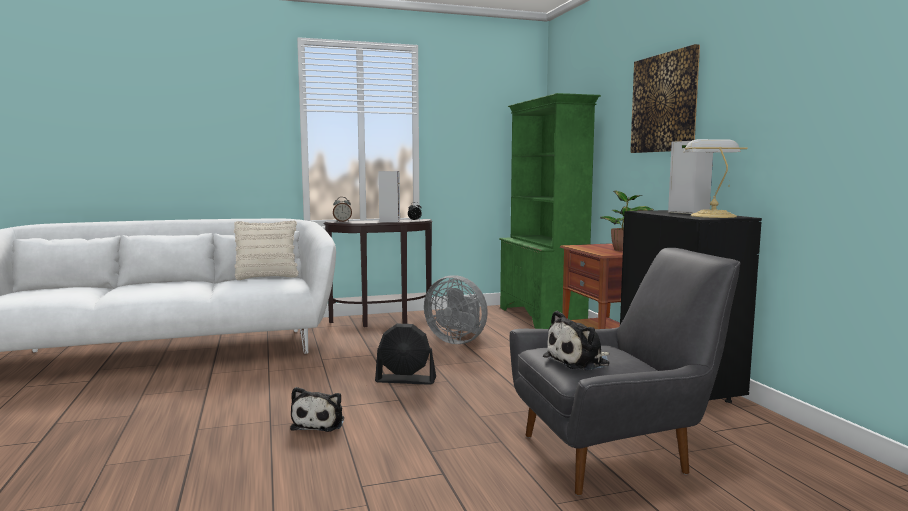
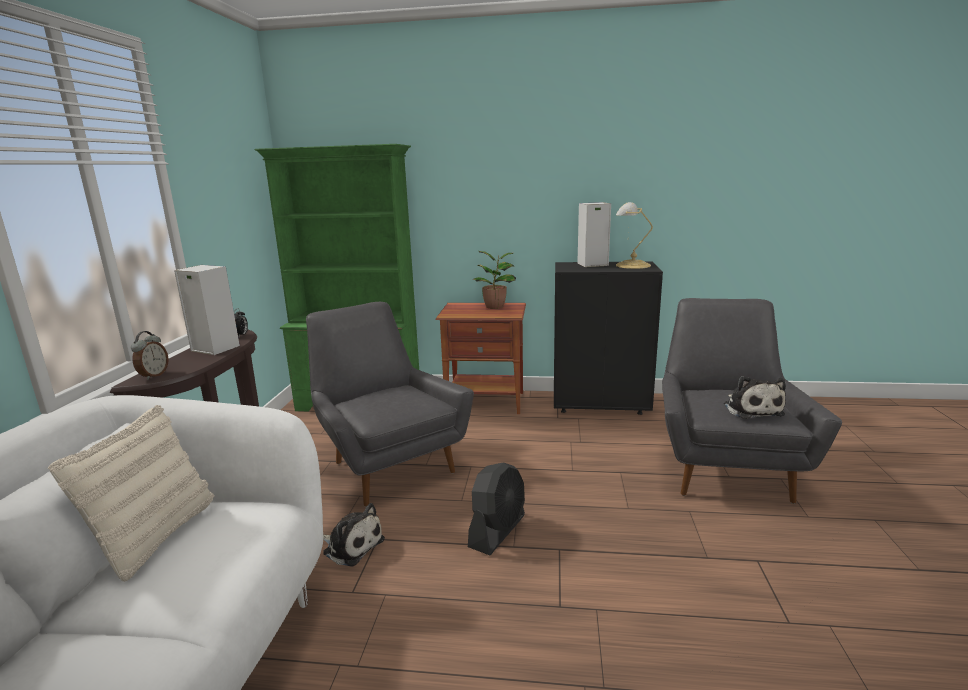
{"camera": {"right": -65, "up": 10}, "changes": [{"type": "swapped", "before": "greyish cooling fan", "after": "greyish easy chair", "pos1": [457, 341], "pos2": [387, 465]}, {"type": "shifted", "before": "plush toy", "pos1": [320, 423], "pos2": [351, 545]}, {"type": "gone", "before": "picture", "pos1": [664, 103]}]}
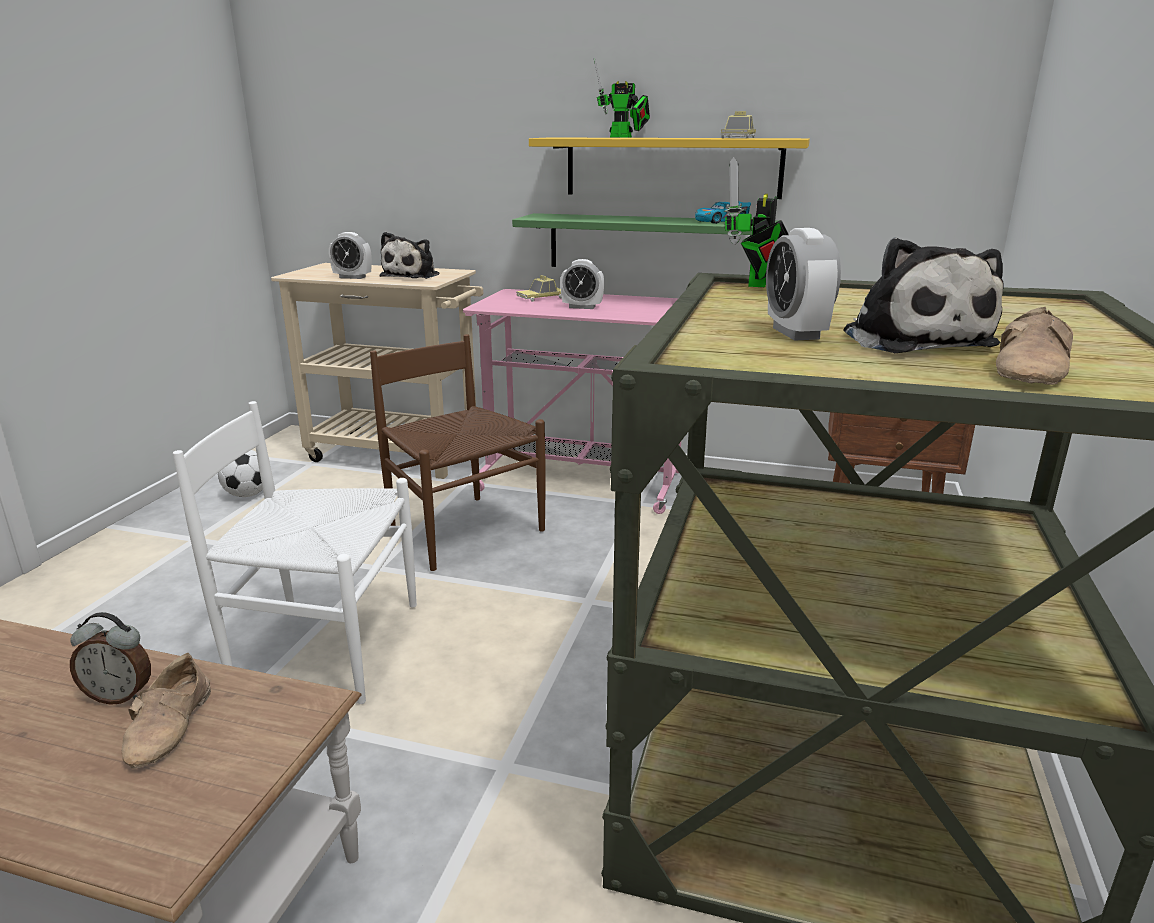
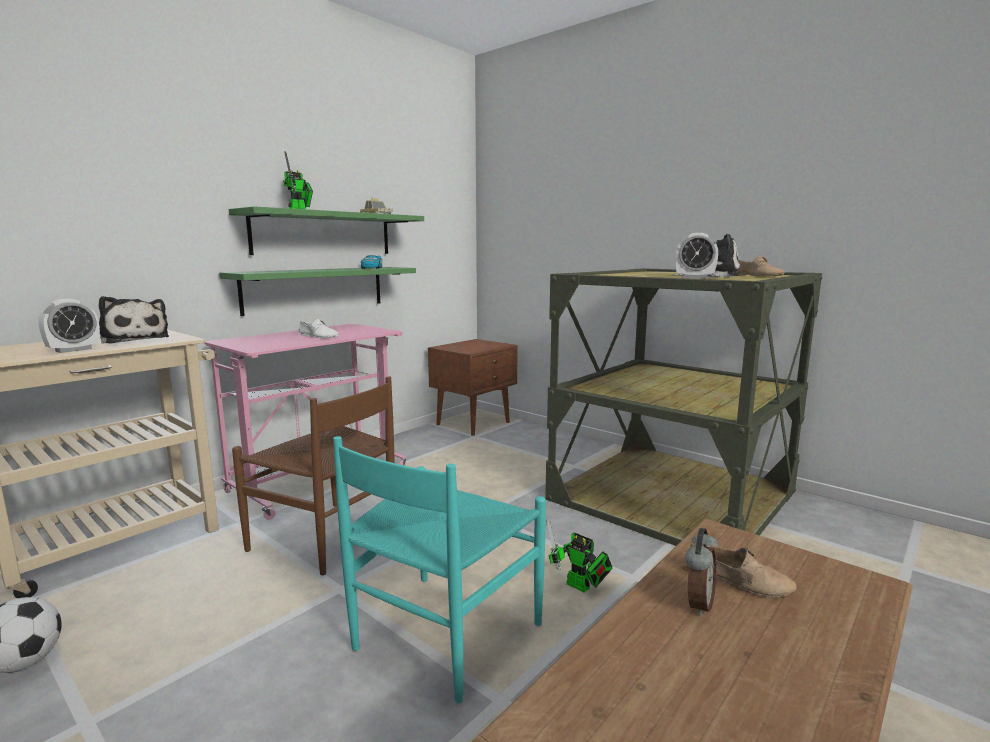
{"camera": {"right": -65, "up": -10}, "changes": [{"type": "repainted", "before": "yellow bracket shelf", "after": "greenish bracket shelf", "pos1": [672, 167], "pos2": [324, 234]}, {"type": "rotated", "before": "brown chair", "pos1": [461, 530], "pos2": [327, 539], "turn": -135}, {"type": "swapped", "before": "bedside clock", "after": "whitish shoe", "pos1": [582, 307], "pos2": [319, 336]}, {"type": "repainted", "before": "whitish chair", "after": "blue-green chair", "pos1": [324, 646], "pos2": [443, 635]}, {"type": "shifted", "before": "model robot", "pos1": [757, 285], "pos2": [581, 587]}, {"type": "gone", "before": "miniature car", "pos1": [541, 298]}]}
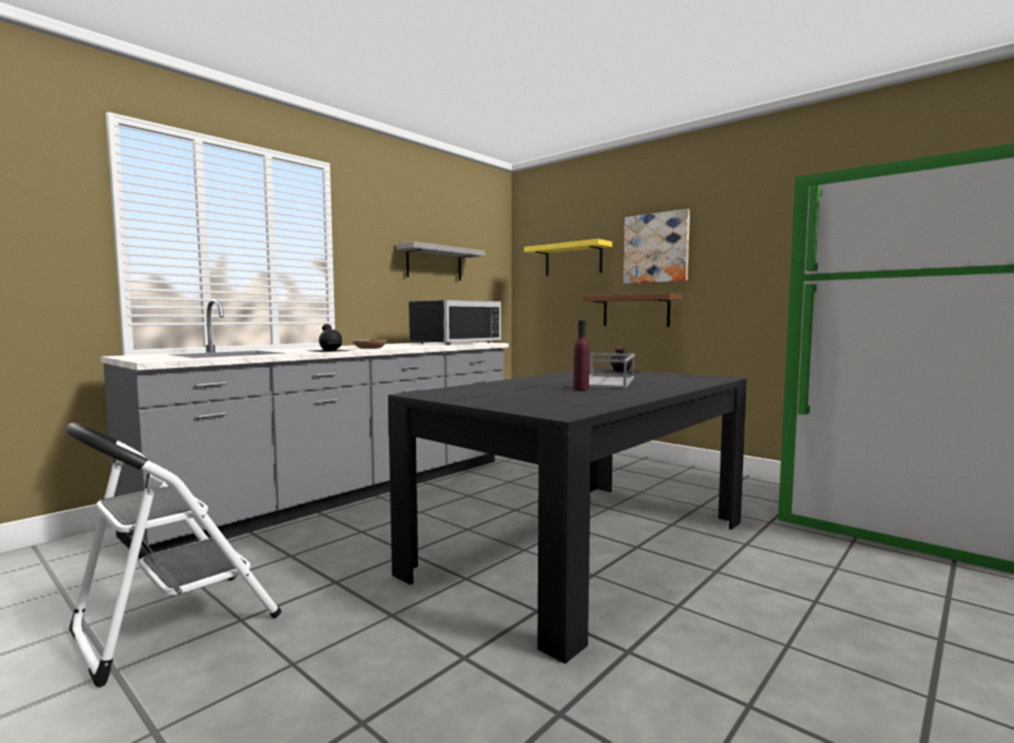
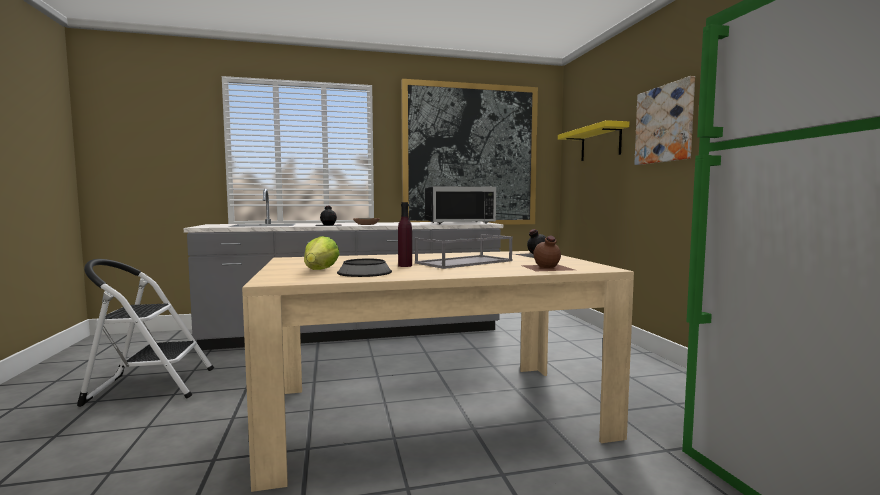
{"camera": {"right": 35, "up": 0}, "changes": [{"type": "repainted", "before": "black-coloured dinner table", "after": "sand-coloured dinner table", "pos1": [586, 546], "pos2": [433, 414]}, {"type": "new", "after": "lettuce", "pos2": [320, 270]}, {"type": "new", "after": "serving bowl", "pos2": [365, 272]}, {"type": "swapped", "before": "greyish bracket shelf", "after": "picture", "pos1": [434, 263], "pos2": [469, 155]}, {"type": "new", "after": "brown beverage bottle", "pos2": [547, 267]}, {"type": "gone", "before": "brown bracket shelf", "pos1": [635, 310]}]}
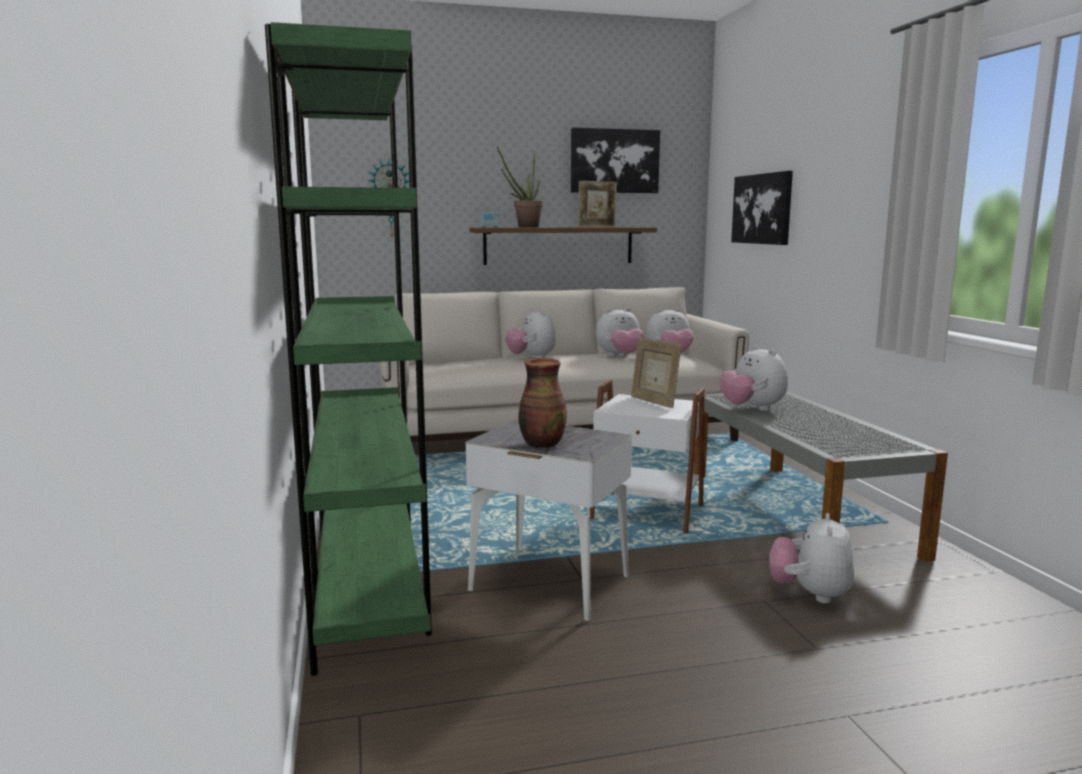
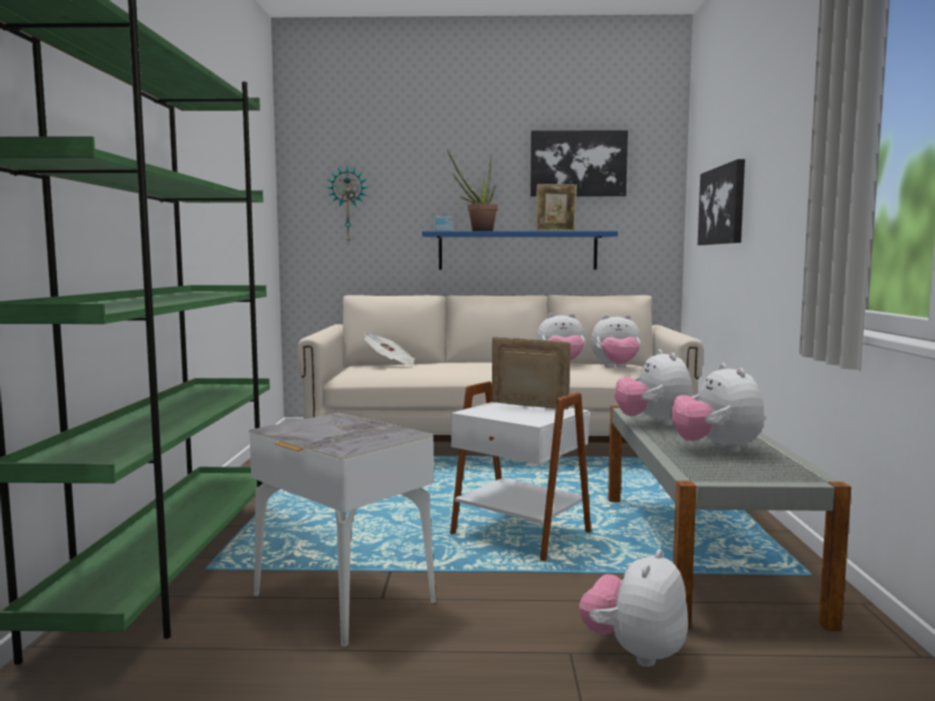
{"camera": {"right": 15, "up": -5}, "changes": [{"type": "new", "after": "printed paper", "pos2": [390, 364]}, {"type": "repainted", "before": "brown bracket shelf", "after": "blue bracket shelf", "pos1": [558, 245], "pos2": [517, 251]}, {"type": "rotated", "before": "picture frame", "pos1": [654, 402], "pos2": [529, 408], "turn": 120}, {"type": "shifted", "before": "plush toy", "pos1": [531, 358], "pos2": [716, 449]}, {"type": "gone", "before": "vase", "pos1": [541, 444]}]}
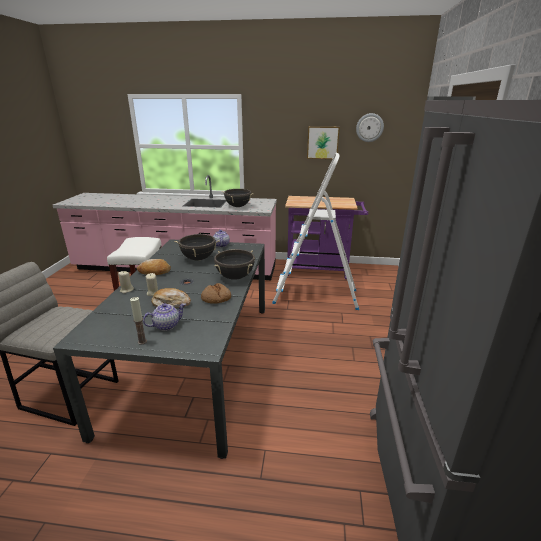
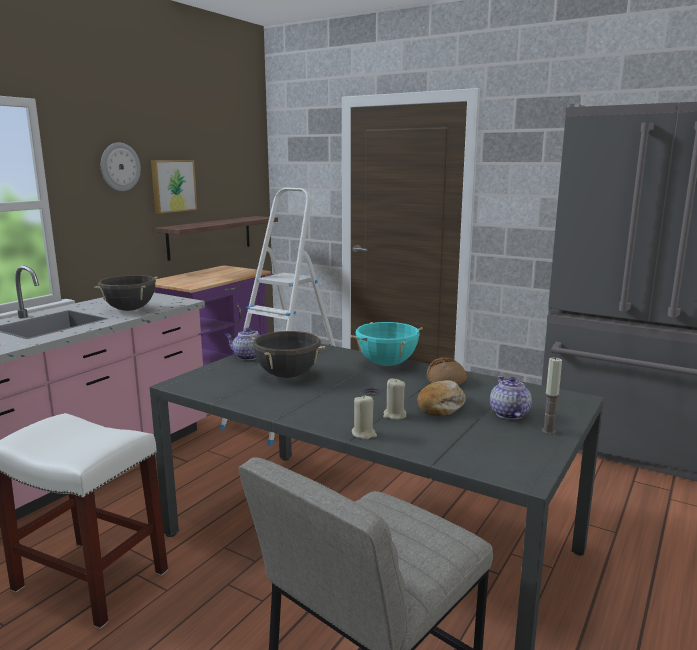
{"camera": {"right": -65, "up": -10}, "changes": [{"type": "shifted", "before": "clock on the wall", "pos1": [369, 127], "pos2": [120, 167]}, {"type": "new", "after": "bracket shelf", "pos2": [210, 237]}, {"type": "repainted", "before": "black-coloured saucepot", "after": "blue-green saucepot", "pos1": [235, 277], "pos2": [387, 364]}, {"type": "gone", "before": "baked bread", "pos1": [154, 272]}]}
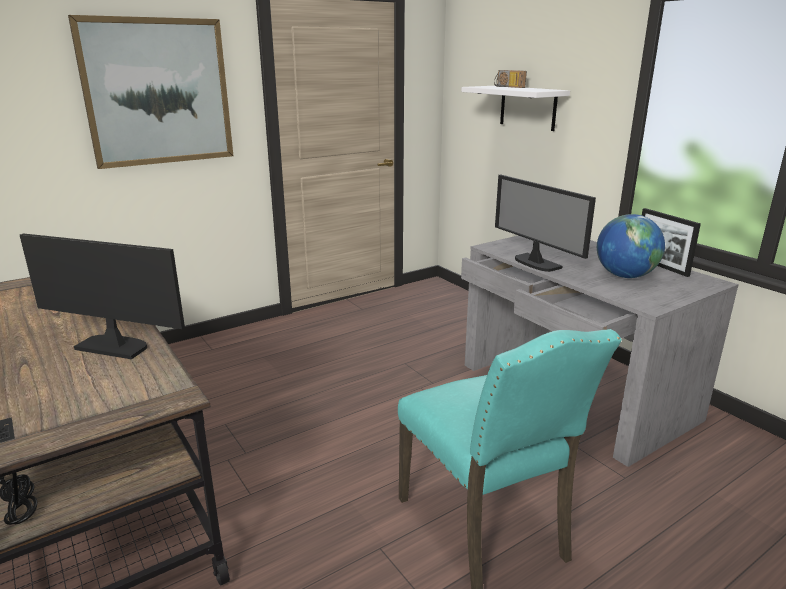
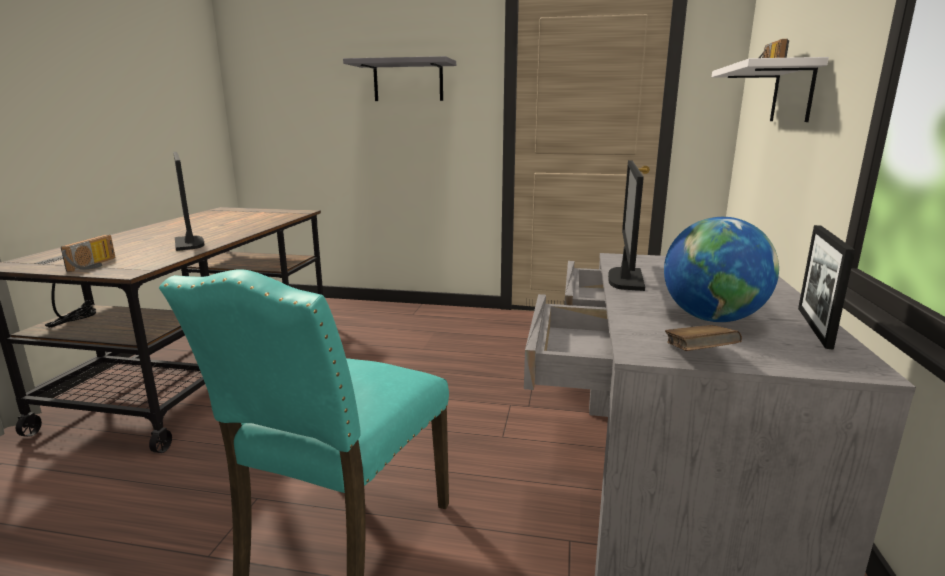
{"camera": {"right": 45, "up": -5}, "changes": [{"type": "new", "after": "radio receiver", "pos2": [95, 265]}, {"type": "swapped", "before": "picture", "after": "greyish bracket shelf", "pos1": [158, 92], "pos2": [408, 81]}, {"type": "new", "after": "brown book", "pos2": [697, 355]}]}
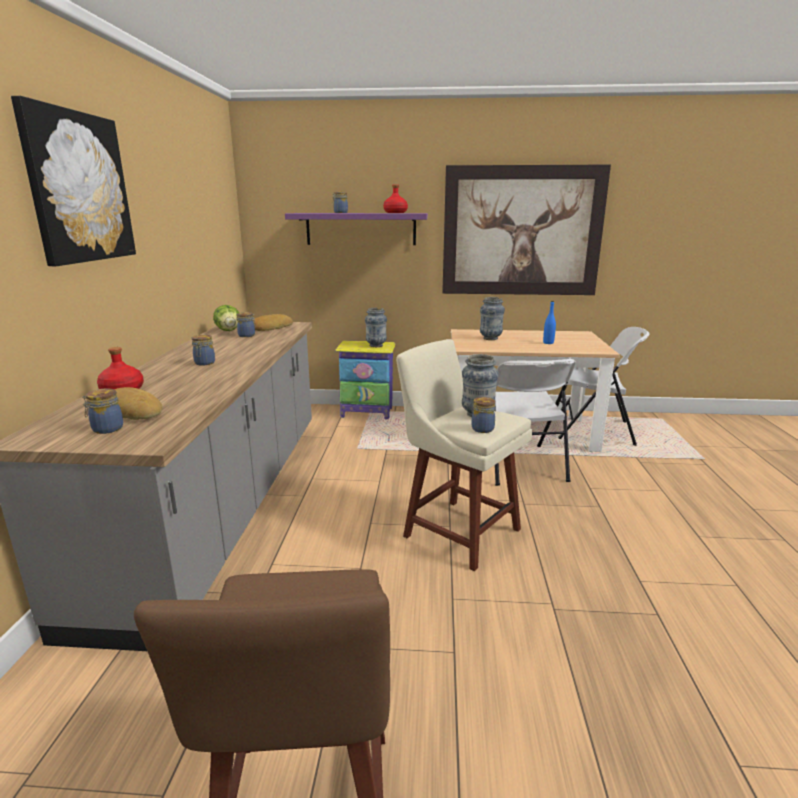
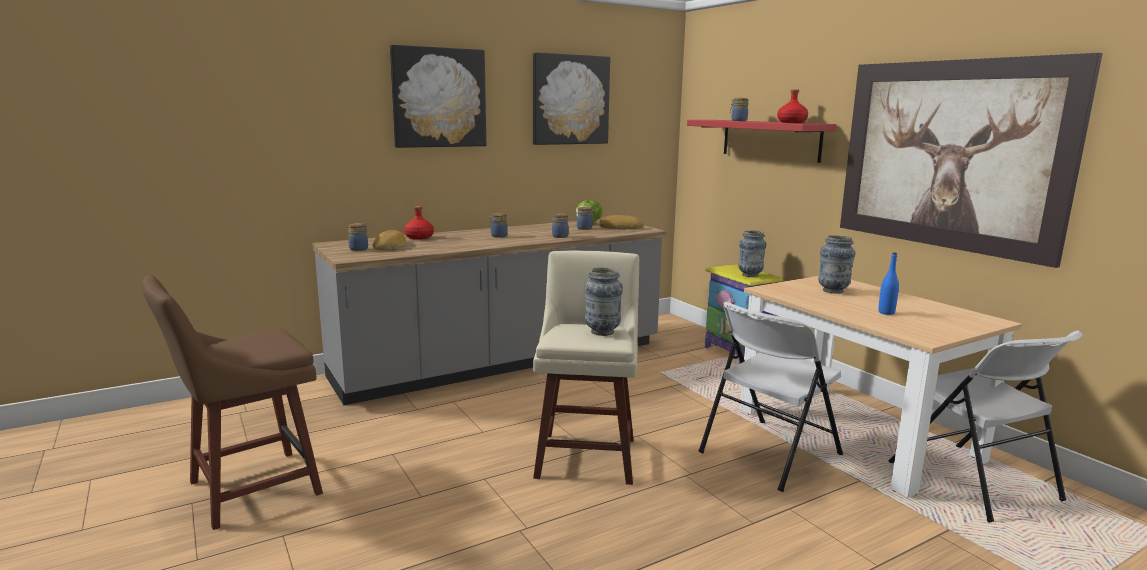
{"camera": {"right": 55, "up": -5}, "changes": [{"type": "new", "after": "picture", "pos2": [570, 100]}, {"type": "shifted", "before": "preserve jar", "pos1": [482, 428], "pos2": [560, 236]}, {"type": "repainted", "before": "purple-coloured bracket shelf", "after": "reddish bracket shelf", "pos1": [361, 229], "pos2": [770, 139]}]}
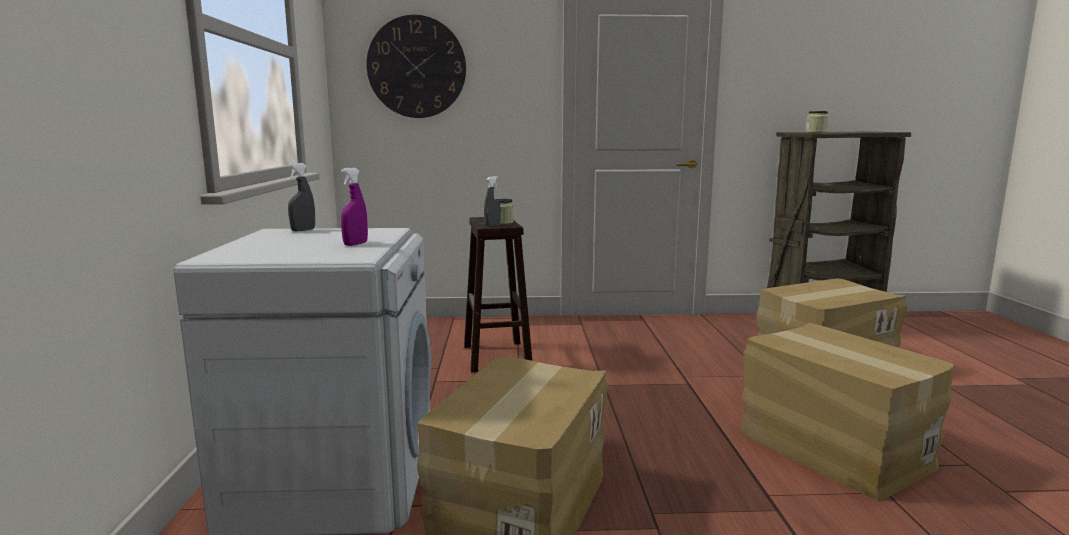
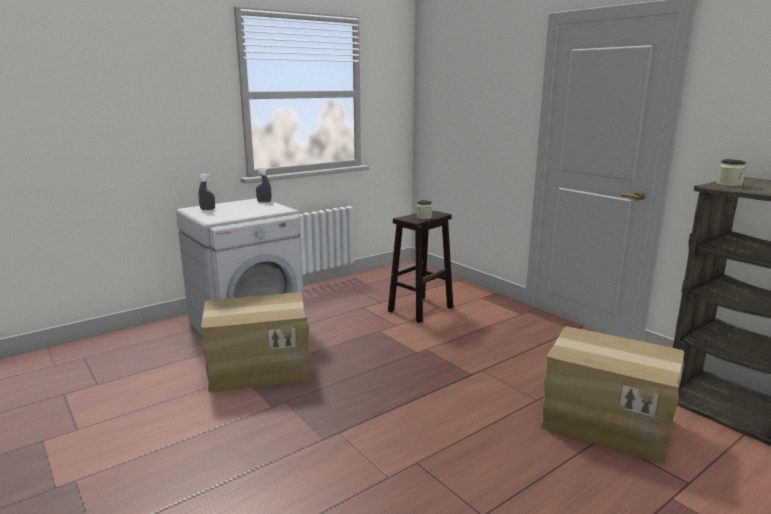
{"camera": {"right": 55, "up": 5}, "changes": [{"type": "shifted", "before": "greyish sprayer", "pos1": [492, 226], "pos2": [207, 209]}, {"type": "gone", "before": "purple-coloured sprayer", "pos1": [355, 244]}, {"type": "gone", "before": "clock on the wall", "pos1": [416, 67]}, {"type": "gone", "before": "packing box", "pos1": [832, 449]}]}
